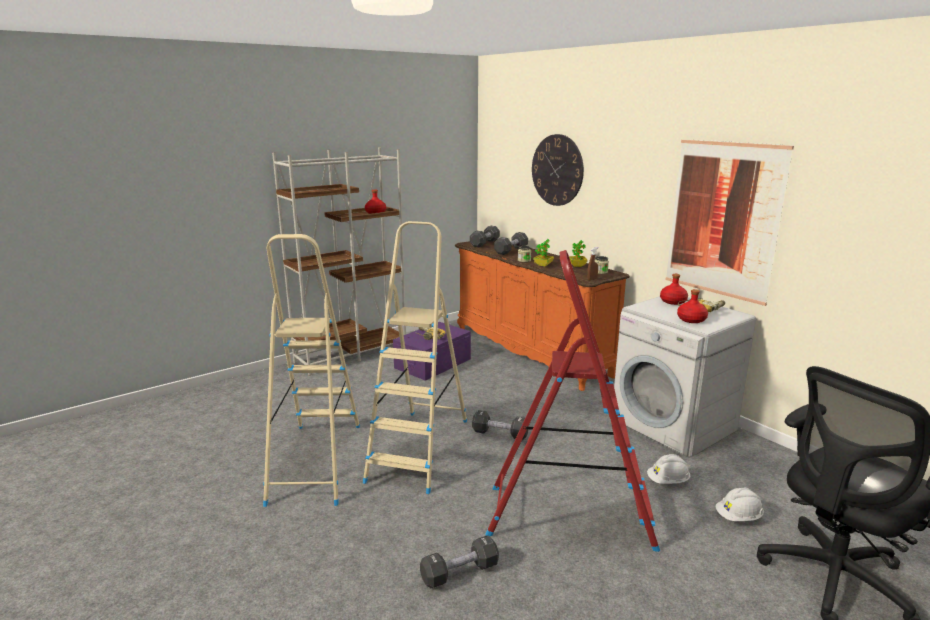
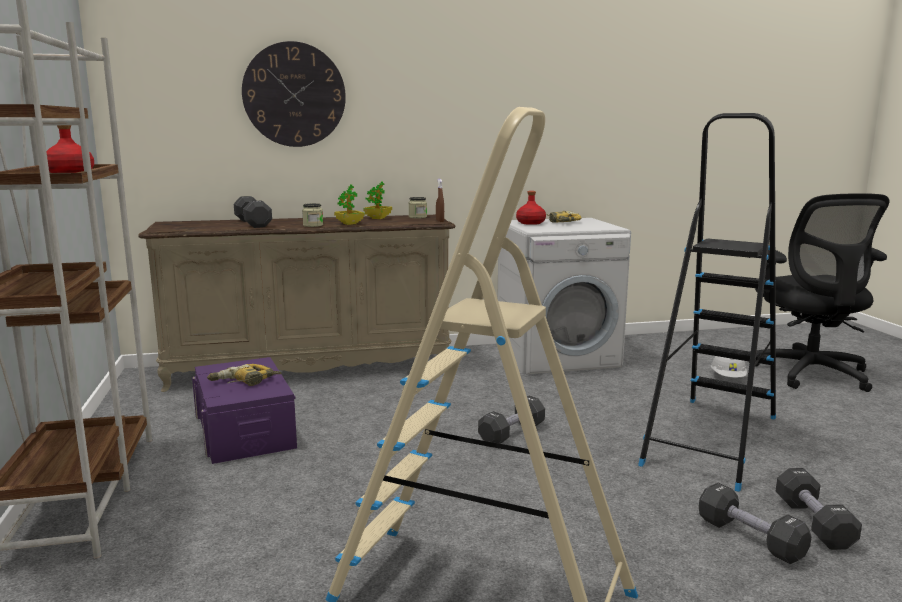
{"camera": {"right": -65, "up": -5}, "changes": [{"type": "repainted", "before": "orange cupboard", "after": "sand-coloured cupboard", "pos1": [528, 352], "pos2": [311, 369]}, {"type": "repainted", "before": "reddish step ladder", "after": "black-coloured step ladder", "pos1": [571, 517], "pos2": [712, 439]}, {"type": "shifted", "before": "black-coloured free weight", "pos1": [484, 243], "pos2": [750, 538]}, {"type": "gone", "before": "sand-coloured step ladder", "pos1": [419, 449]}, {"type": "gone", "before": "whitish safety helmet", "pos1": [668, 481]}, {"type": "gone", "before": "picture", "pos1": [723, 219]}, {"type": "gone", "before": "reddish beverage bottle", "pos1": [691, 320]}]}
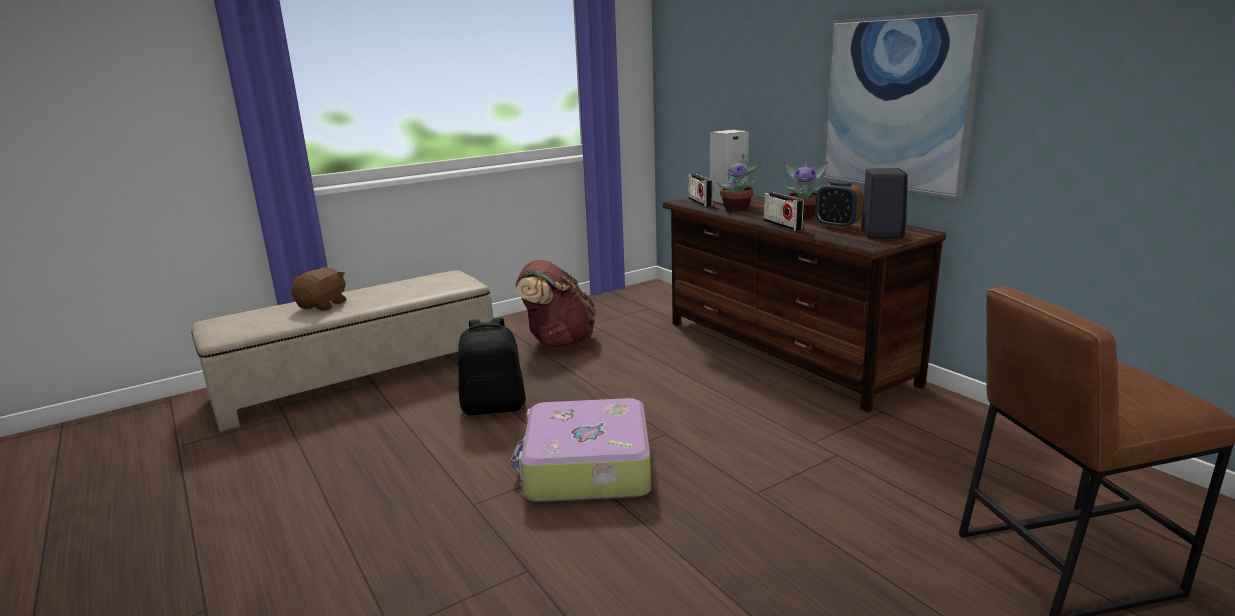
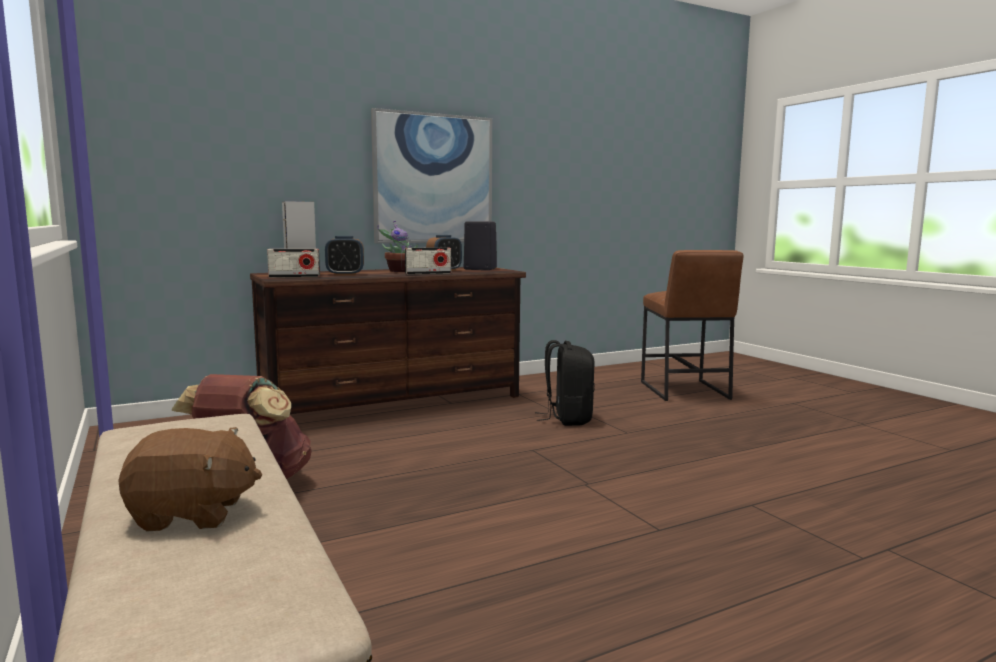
{"camera": {"right": -85, "up": -10}, "changes": [{"type": "rotated", "before": "brown plush toy", "pos1": [323, 305], "pos2": [192, 514], "turn": 150}, {"type": "swapped", "before": "potted plant", "after": "bedside clock", "pos1": [738, 208], "pos2": [345, 274]}, {"type": "shifted", "before": "black-coloured knapsack", "pos1": [494, 407], "pos2": [567, 419]}, {"type": "gone", "before": "piece of luggage", "pos1": [586, 468]}]}
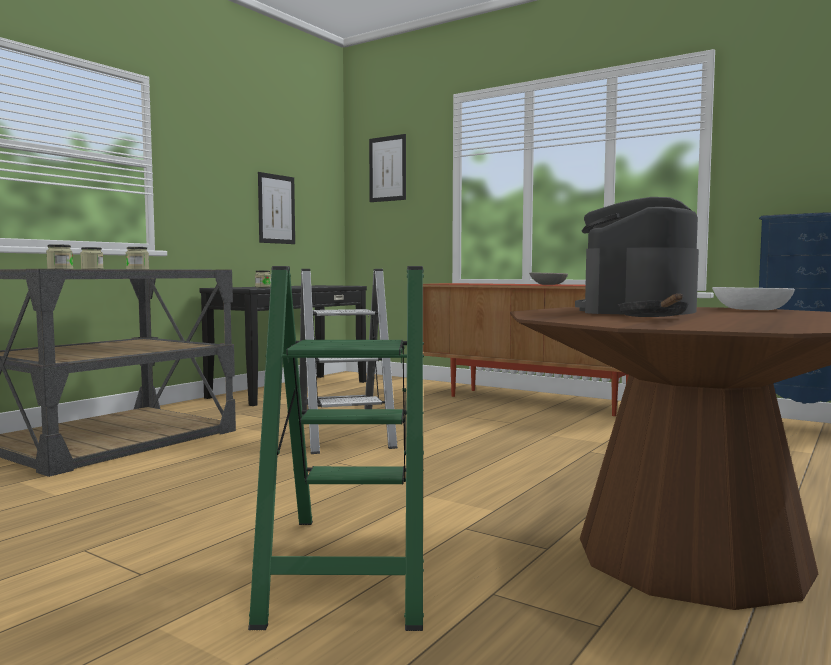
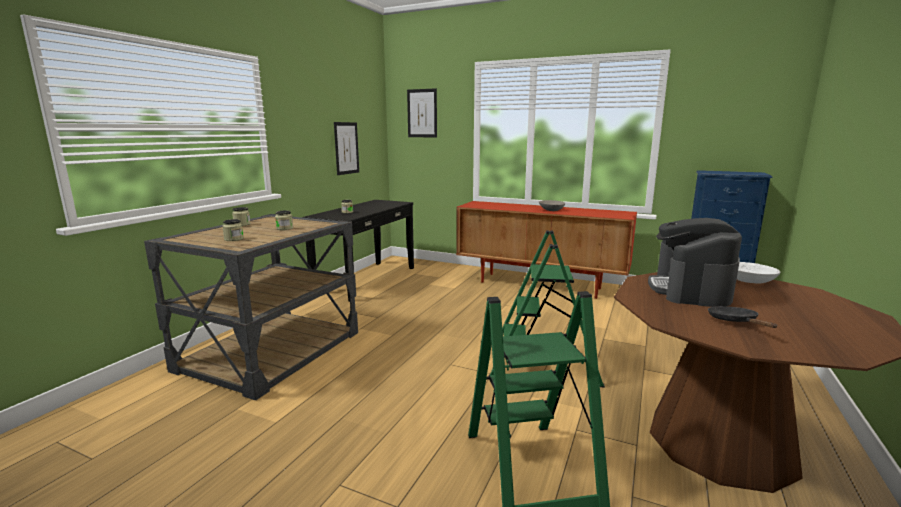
{"camera": {"right": -10, "up": 10}, "changes": [{"type": "new", "after": "greenish step ladder", "pos2": [545, 366]}, {"type": "gone", "before": "greyish step ladder", "pos1": [344, 433]}]}
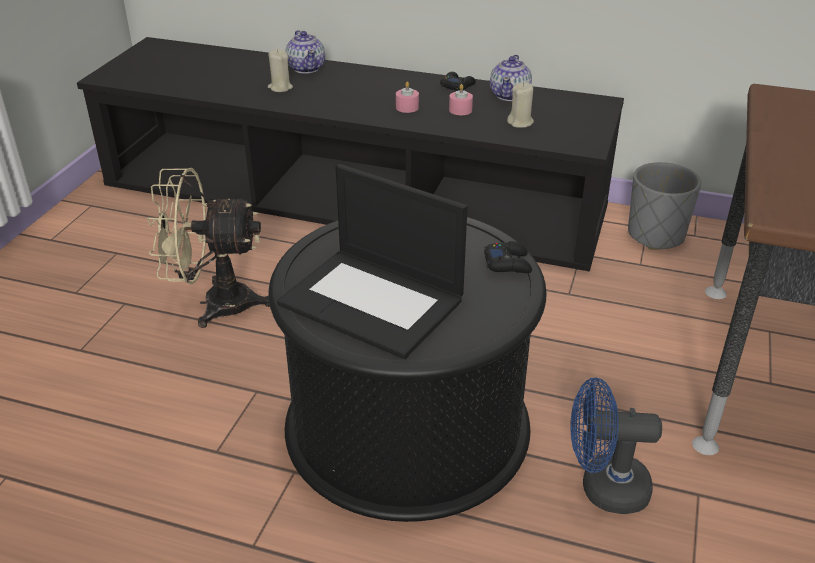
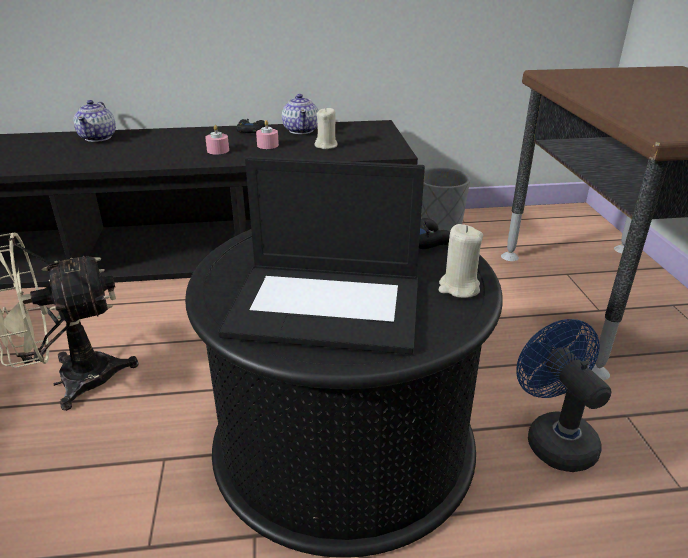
{"camera": {"right": -25, "up": -5}, "changes": [{"type": "rotated", "before": "tea pot", "pos1": [306, 68], "pos2": [98, 137], "turn": 45}, {"type": "shifted", "before": "sand-coloured wax candle", "pos1": [280, 87], "pos2": [458, 288]}, {"type": "rotated", "before": "blue cooling fan", "pos1": [603, 488], "pos2": [554, 438], "turn": 90}]}
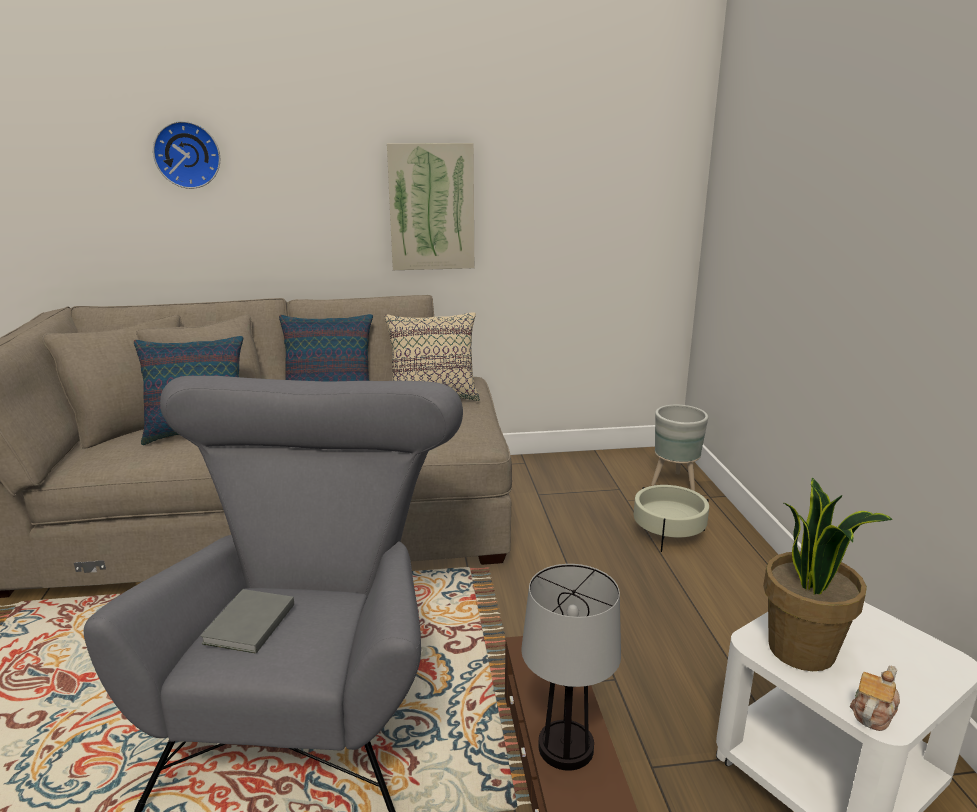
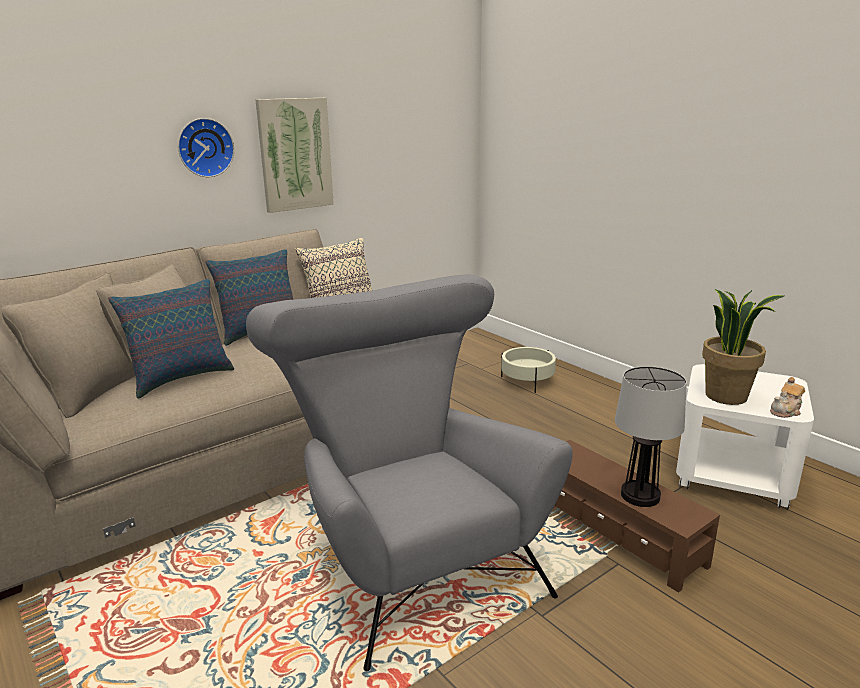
{"camera": {"right": -30, "up": 0}, "changes": [{"type": "shifted", "before": "clock on the wall", "pos1": [188, 155], "pos2": [204, 147]}, {"type": "rotated", "before": "tea pot", "pos1": [872, 712], "pos2": [786, 411], "turn": -135}, {"type": "gone", "before": "greyish book", "pos1": [247, 625]}, {"type": "gone", "before": "greyish plant pot", "pos1": [675, 483]}]}
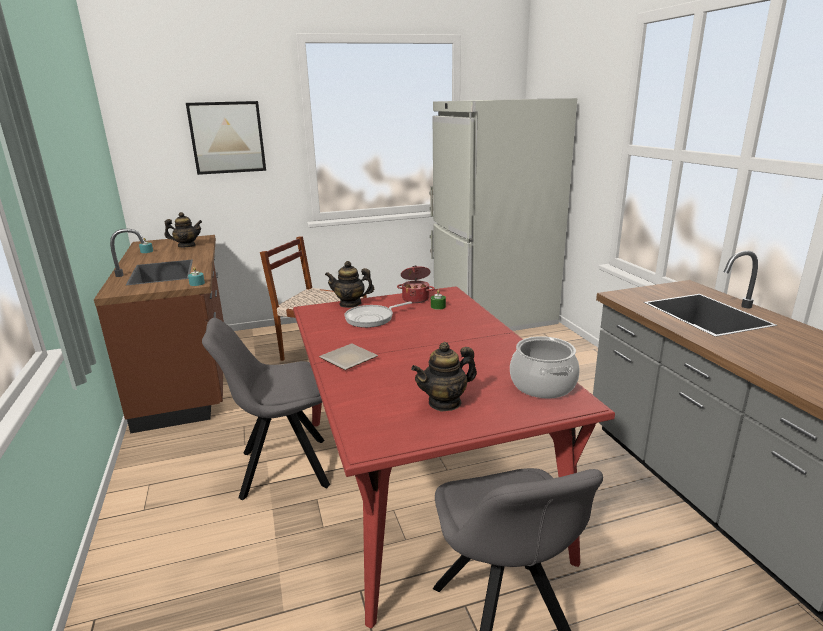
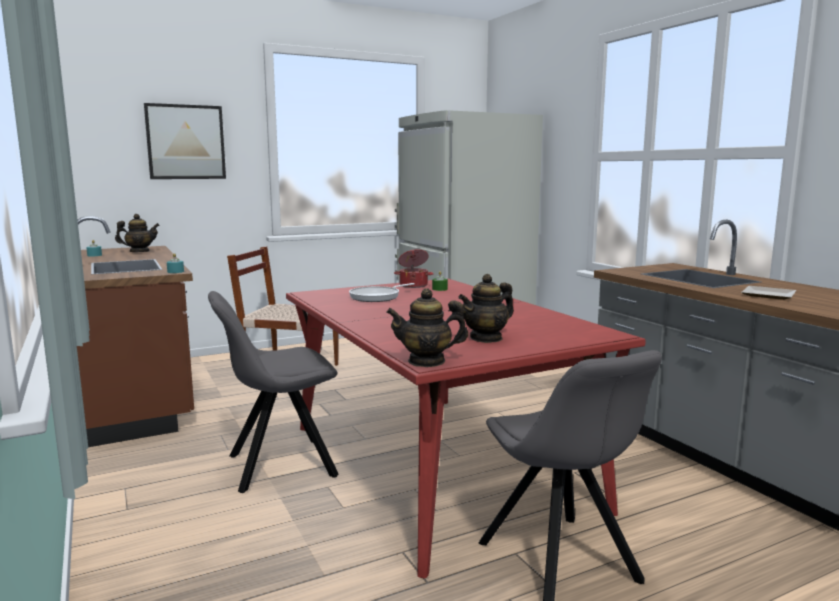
{"camera": {"right": -10, "up": -10}, "changes": [{"type": "shifted", "before": "tea pot", "pos1": [350, 304], "pos2": [427, 361]}, {"type": "shifted", "before": "dinner plate", "pos1": [350, 359], "pos2": [770, 295]}, {"type": "gone", "before": "saucepot", "pos1": [542, 385]}]}
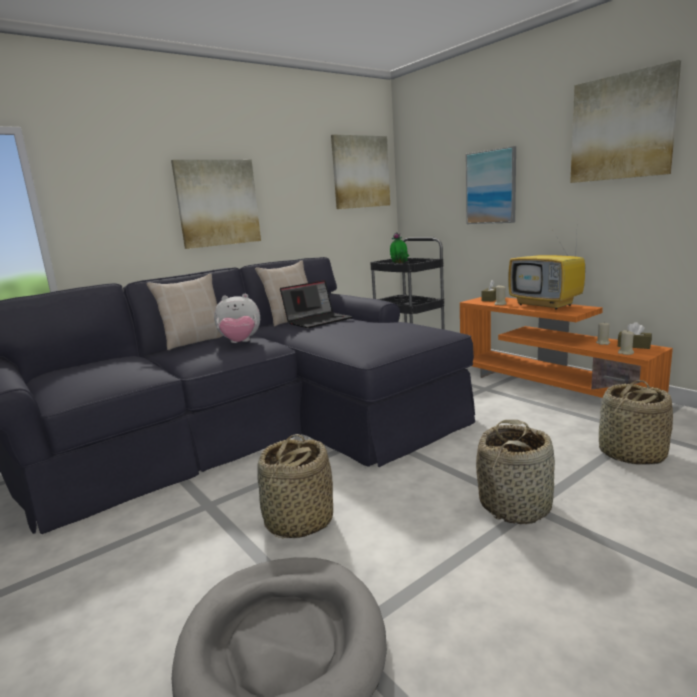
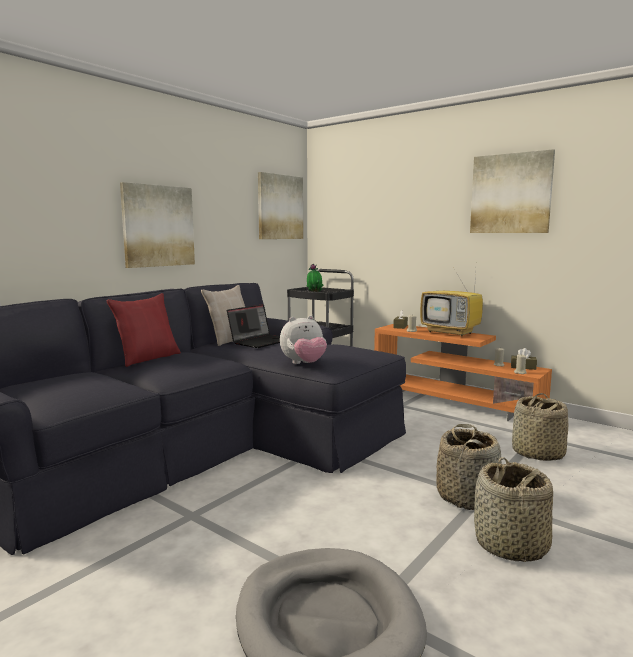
{"camera": {"right": -15, "up": -5}, "changes": [{"type": "repainted", "before": "sand-coloured throw pillow", "after": "reddish throw pillow", "pos1": [195, 341], "pos2": [147, 358]}, {"type": "shifted", "before": "plush toy", "pos1": [240, 343], "pos2": [304, 364]}, {"type": "shifted", "before": "basket", "pos1": [298, 521], "pos2": [510, 545]}, {"type": "gone", "before": "picture", "pos1": [491, 187]}]}
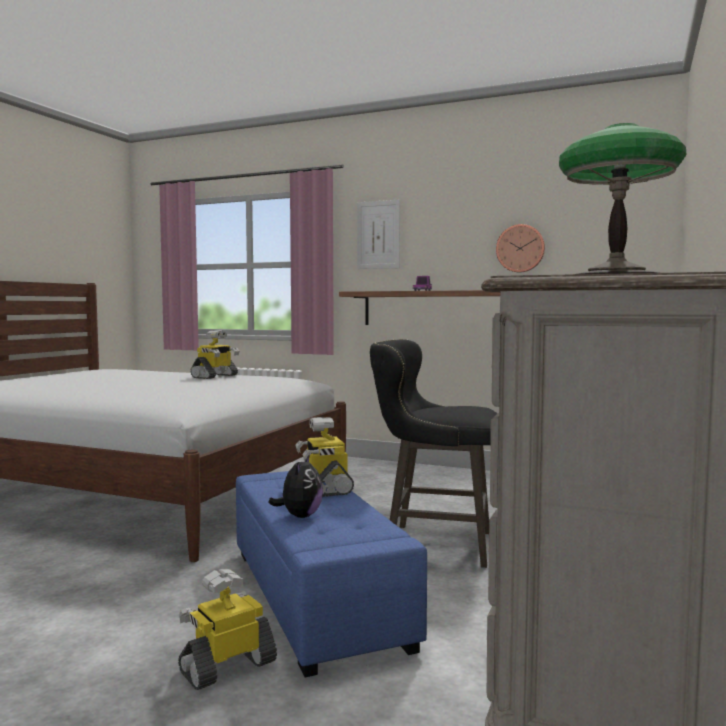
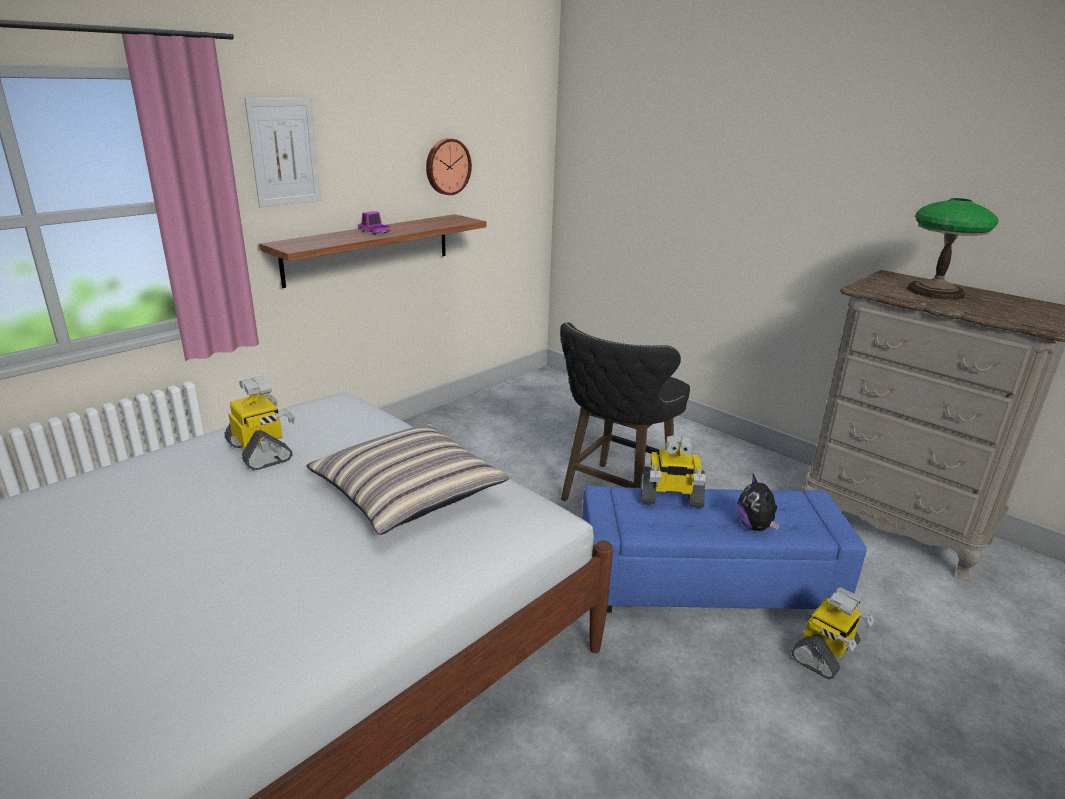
{"camera": {"right": -70, "up": 20}, "changes": [{"type": "new", "after": "throw pillow", "pos2": [408, 491]}, {"type": "rotated", "before": "plush toy", "pos1": [300, 516], "pos2": [755, 527], "turn": -135}, {"type": "rotated", "before": "model robot", "pos1": [227, 666], "pos2": [826, 653], "turn": -120}]}
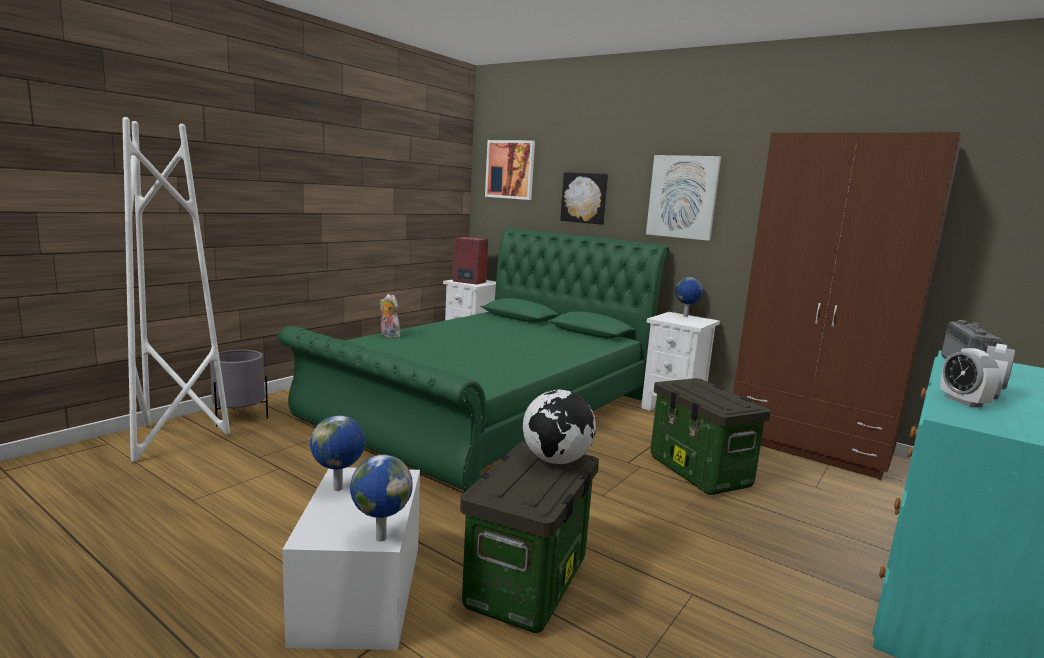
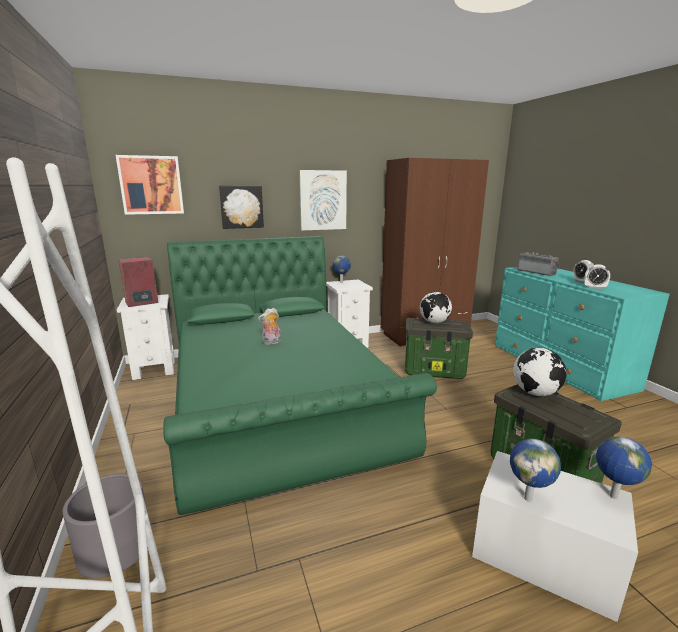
{"camera": {"right": -55, "up": 5}, "changes": [{"type": "shifted", "before": "plush toy", "pos1": [388, 336], "pos2": [271, 343]}, {"type": "new", "after": "world globe", "pos2": [434, 322]}]}
